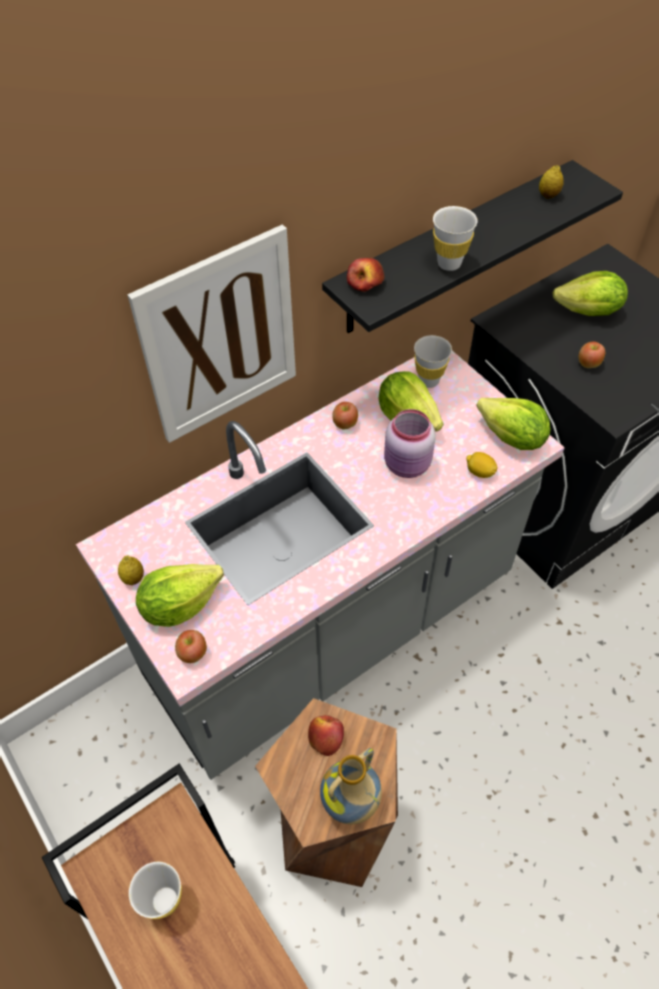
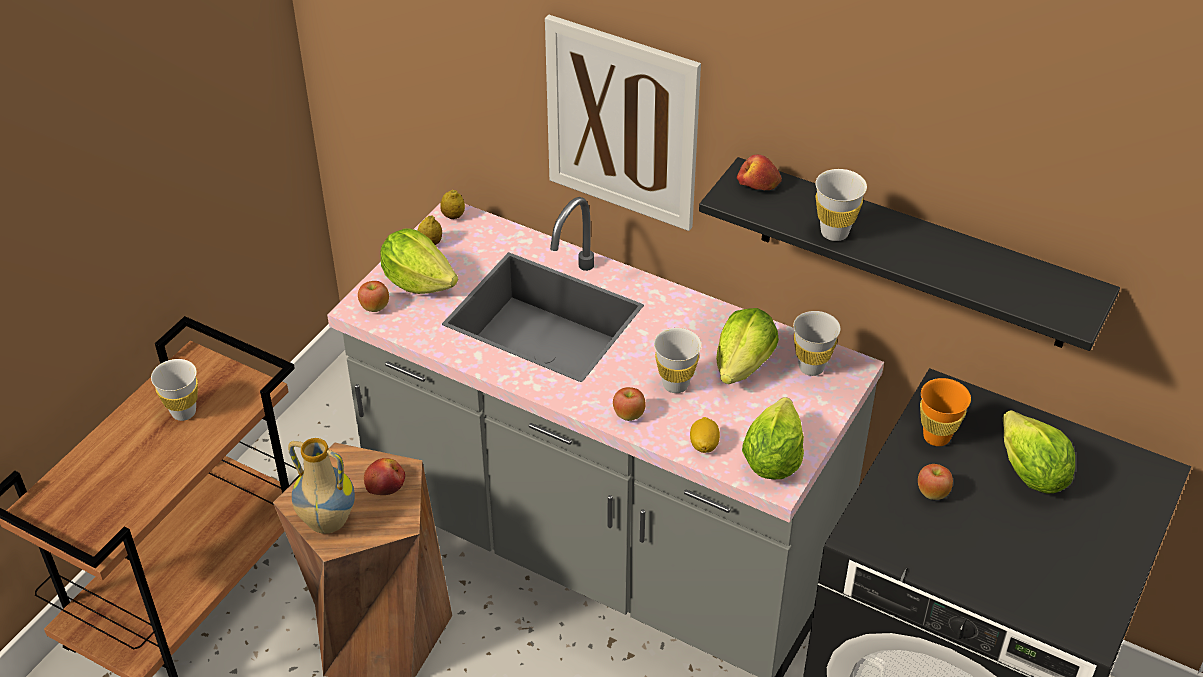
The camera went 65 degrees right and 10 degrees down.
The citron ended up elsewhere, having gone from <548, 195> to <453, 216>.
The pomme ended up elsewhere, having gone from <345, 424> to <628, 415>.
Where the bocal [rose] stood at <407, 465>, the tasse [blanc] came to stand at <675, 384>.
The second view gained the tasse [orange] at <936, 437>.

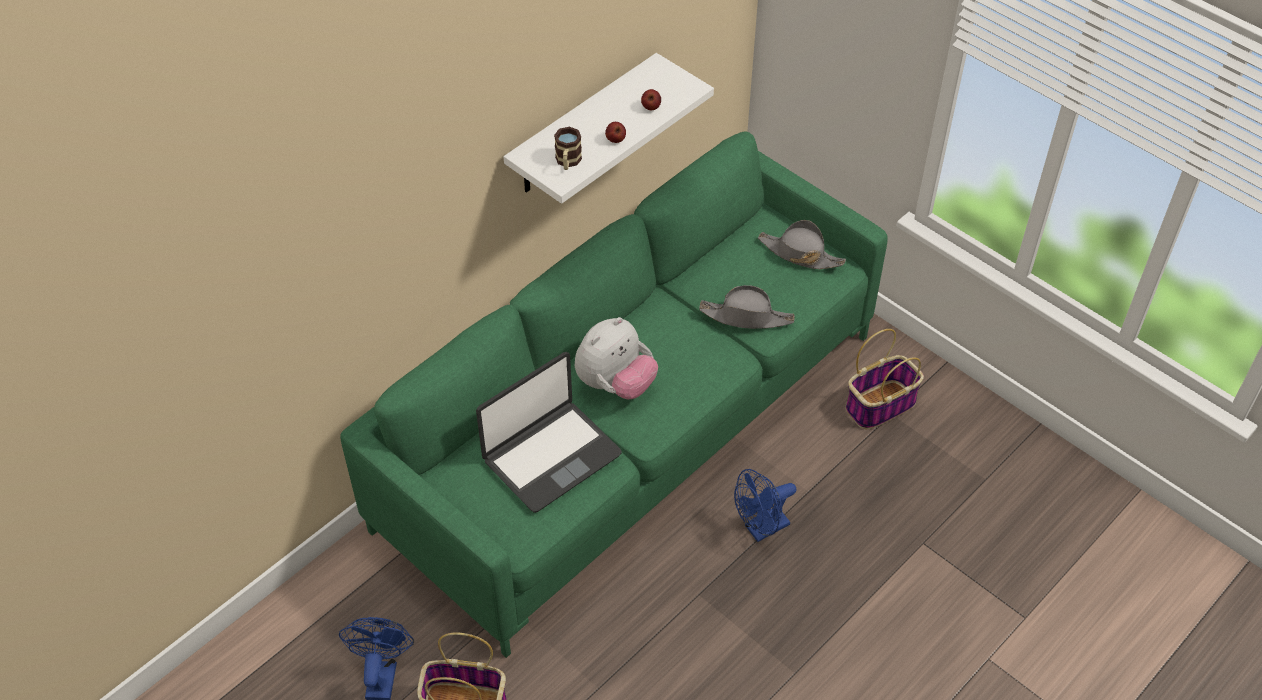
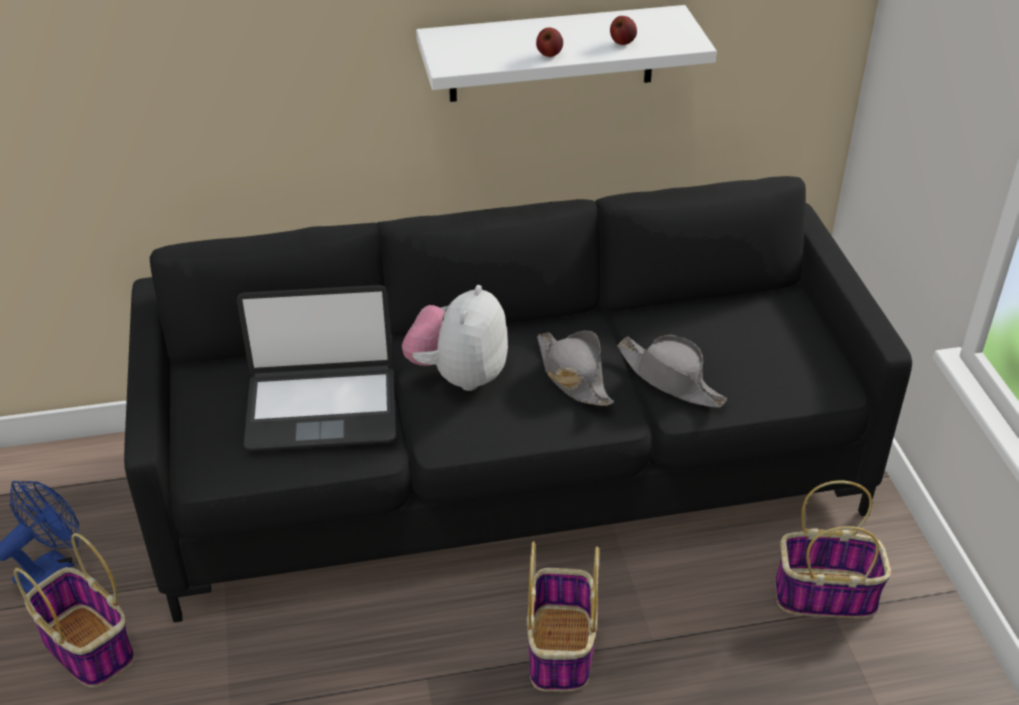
The camera went 35 degrees right and 10 degrees down.
What was the canapé [vert] at <630, 430> turned into the canapé [noir] at <509, 475>.
The peluche at <615, 384> ended up facing another way, 120 degrees clockwise from before.
Where the ventilateur [bleu] stood at <761, 529>, the panier came to stand at <561, 650>.
The chapeau [gris] ended up elsewhere, having gone from <800, 254> to <572, 375>.
The second view lost the mug at <568, 162>.

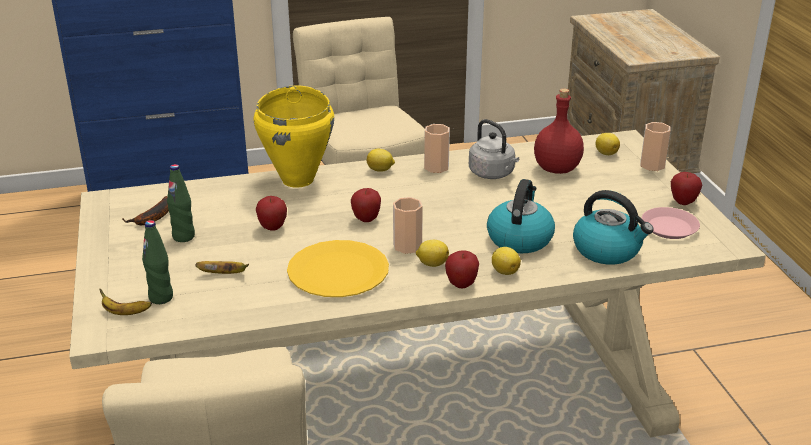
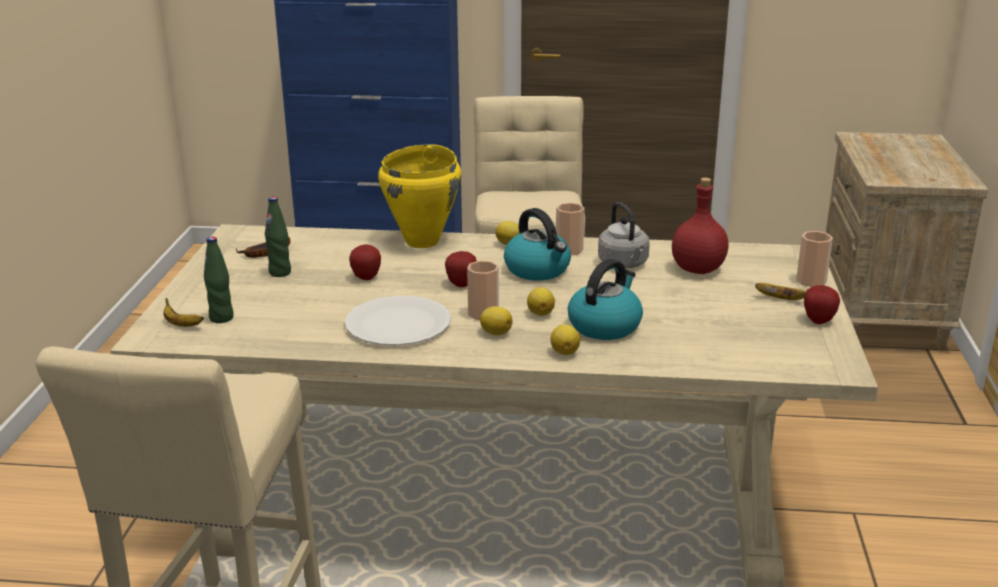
The camera went 20 degrees right and 5 degrees down.
What was the assiette [jaune] at <338, 271> turned into the assiette [blanc] at <398, 324>.
The bouilloire ended up elsewhere, having gone from <608, 250> to <538, 270>.
The citron ended up elsewhere, having gone from <606, 153> to <540, 313>.
The banane ended up elsewhere, having gone from <224, 274> to <781, 299>.
The second view lost the pomme at <461, 284>.
The second view lost the assiette [rose] at <669, 228>.

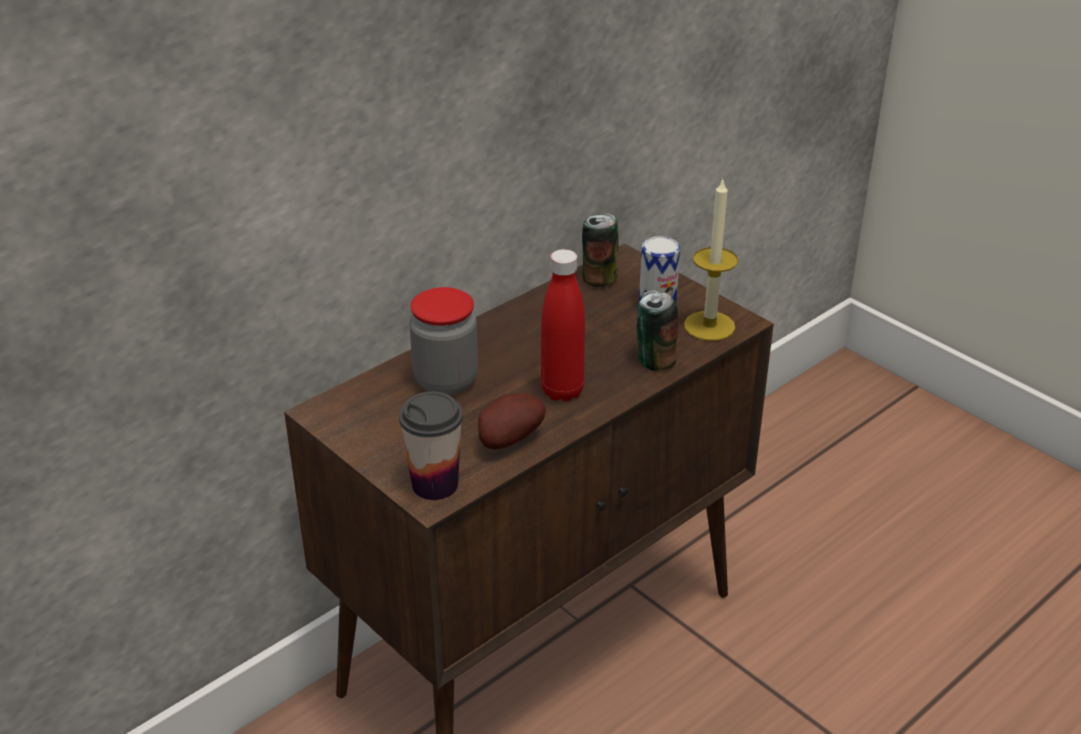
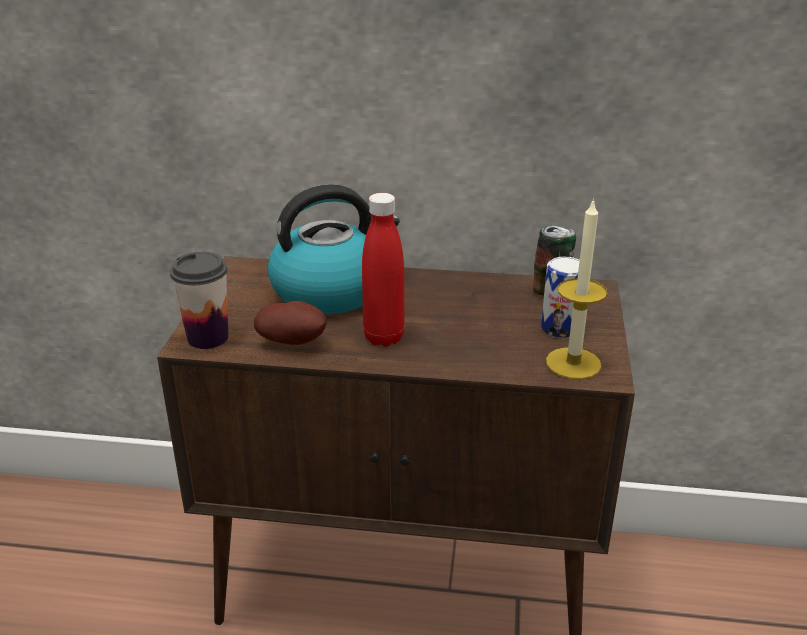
The camera went 50 degrees right and 5 degrees down.
Where the bocal stood at <446, 381>, the bouilloire came to stand at <331, 290>.
The second view lost the boîte métallique at <654, 360>.

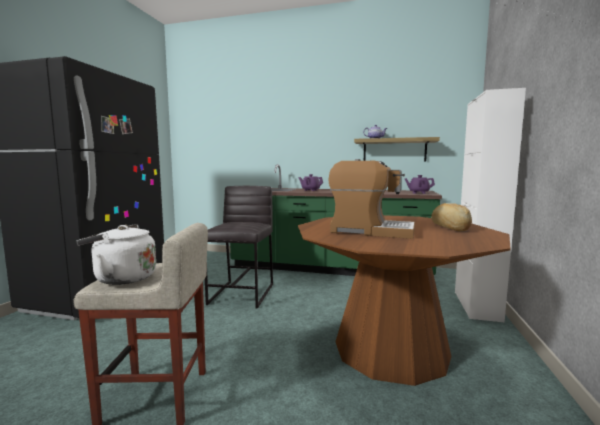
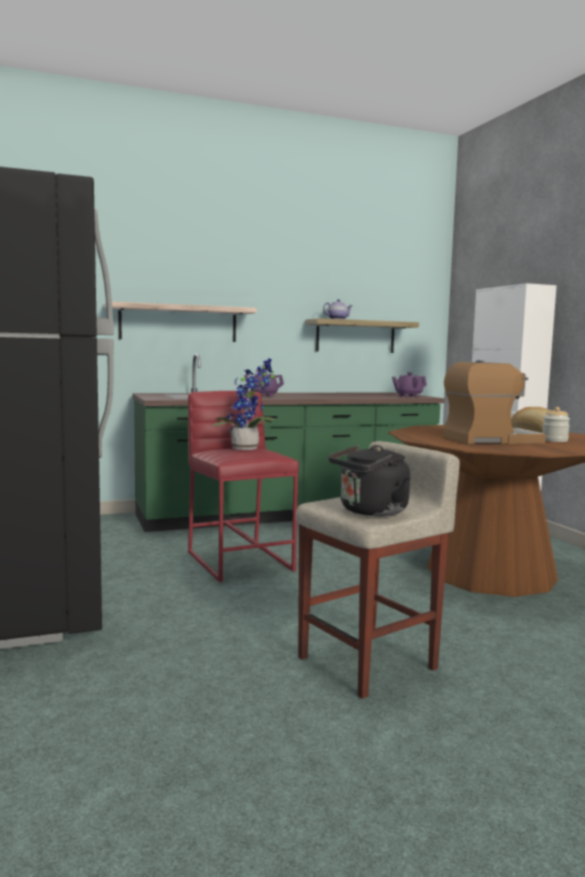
The camera went 35 degrees left and 0 degrees up.
The second view gained the étagère at <178, 323>.
What was the tabouret [gris] at <243, 293> turned into the tabouret [rouge] at <240, 561>.
The second view gained the plante en pot at <248, 449>.
What was the bouilloire [blanc] at <122, 278> turned into the bouilloire [noir] at <370, 512>.
The second view gained the bocal at <554, 440>.

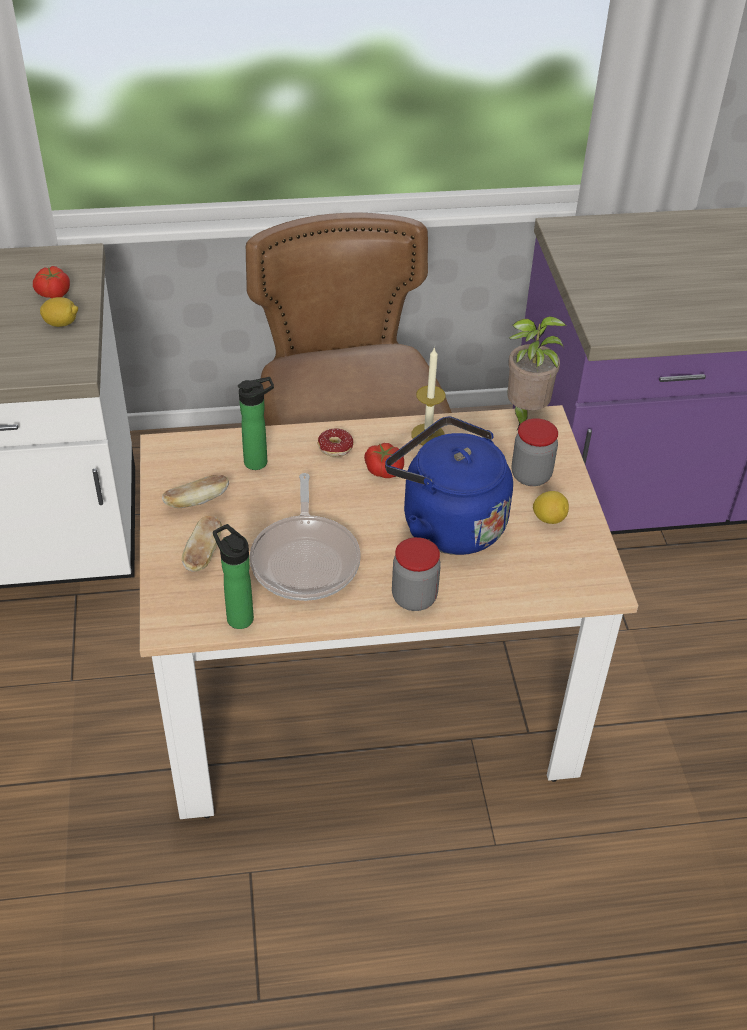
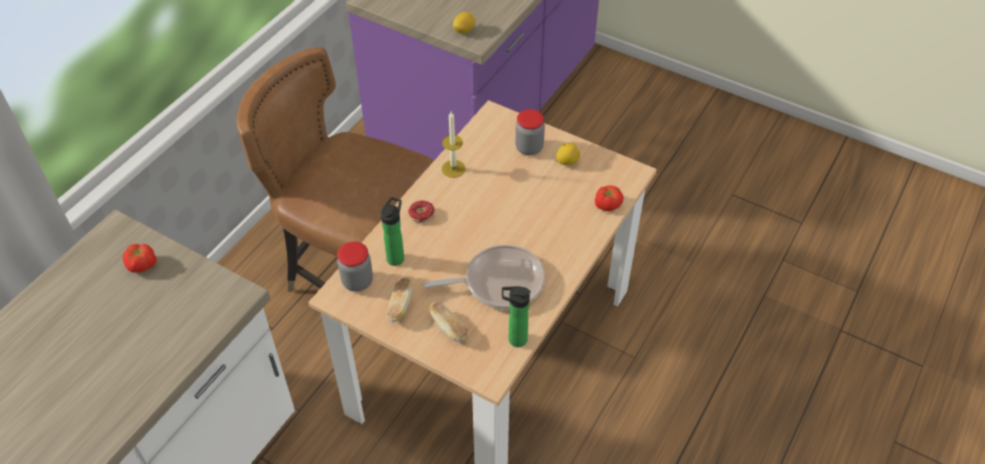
The camera went 50 degrees left and 5 degrees up.
The bocal ended up elsewhere, having gone from <414, 598> to <357, 281>.
The poêle at <306, 559> ended up facing another way, 45 degrees counterclockwise from before.
The citron ended up elsewhere, having gone from <61, 323> to <464, 30>.
The tomate ended up elsewhere, having gone from <384, 469> to <607, 204>.
The second view lost the bouilloire [bleu] at <447, 523>.
The second view lost the plante en pot at <525, 413>.

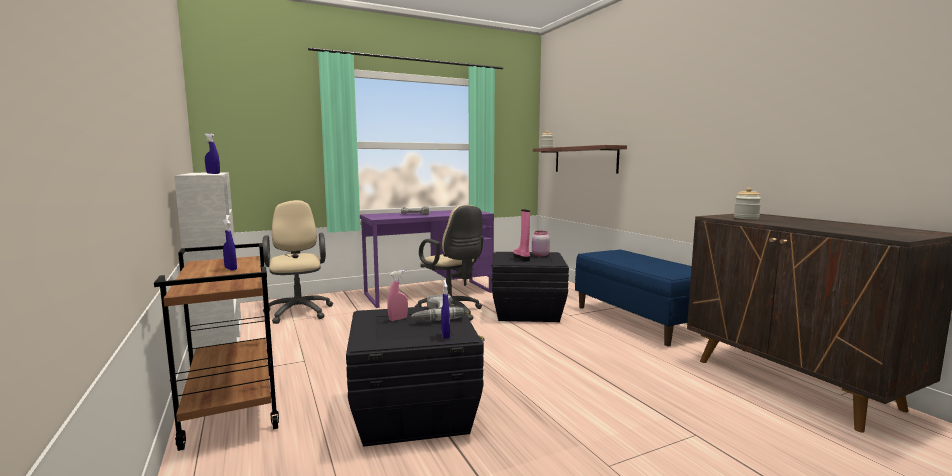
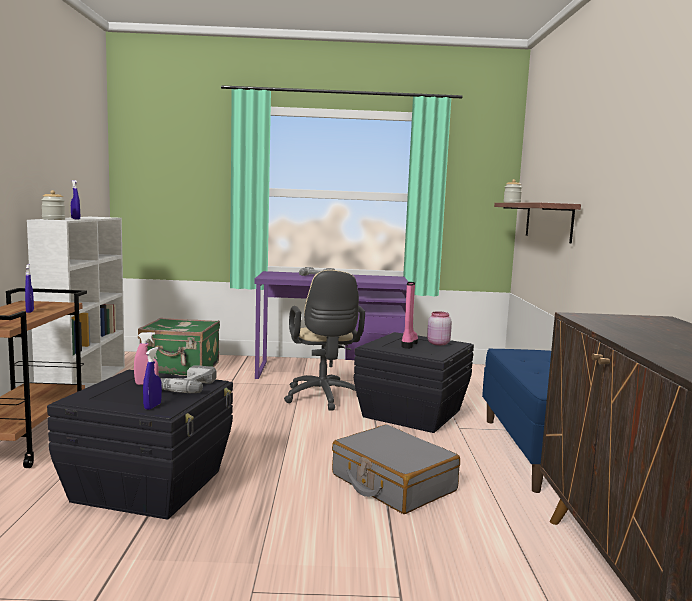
The camera went 25 degrees right and 0 degrees up.
The bocal ended up elsewhere, having gone from <746, 218> to <53, 219>.
Where the chaise de bureau [beige] stood at <299, 311>, the valise [vert] came to stand at <181, 369>.
The second view gained the valise [gris] at <392, 483>.

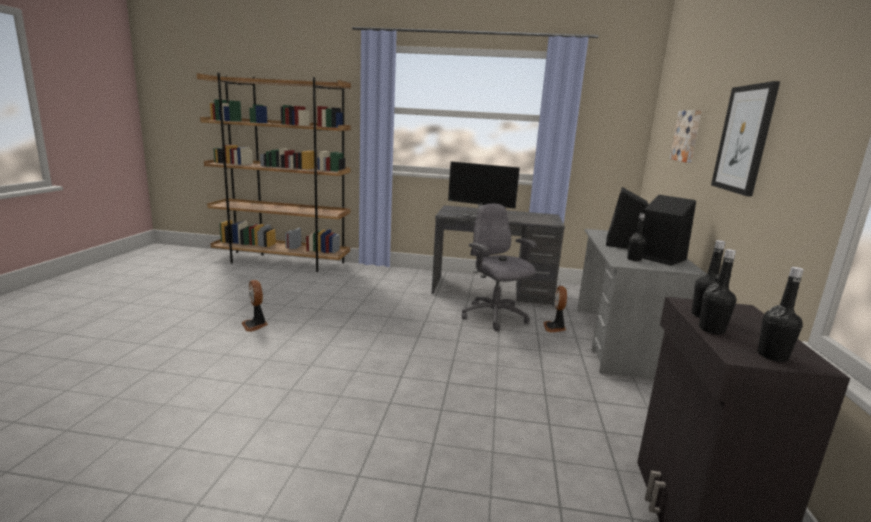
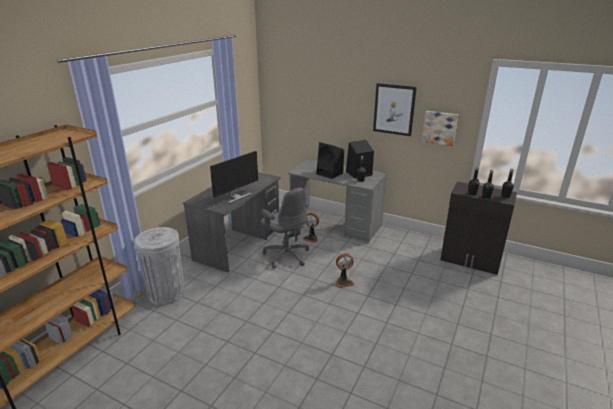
The camera went 70 degrees left and 10 degrees up.
The second view gained the poubelle [gris] at <166, 293>.
The chaise de bureau [gris] at <494, 317> ended up facing another way, 120 degrees counterclockwise from before.
The ventilateur ended up elsewhere, having gone from <255, 325> to <343, 282>.
The tableau ended up elsewhere, having gone from <687, 136> to <439, 127>.

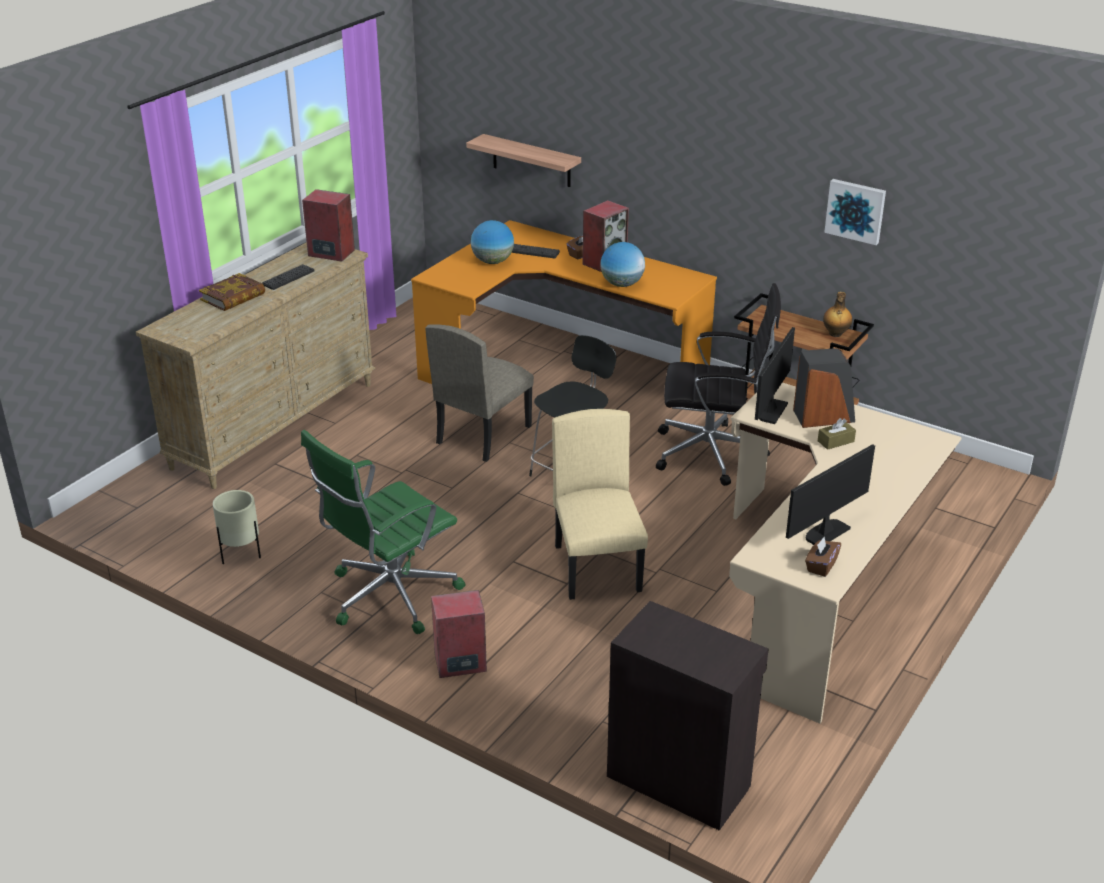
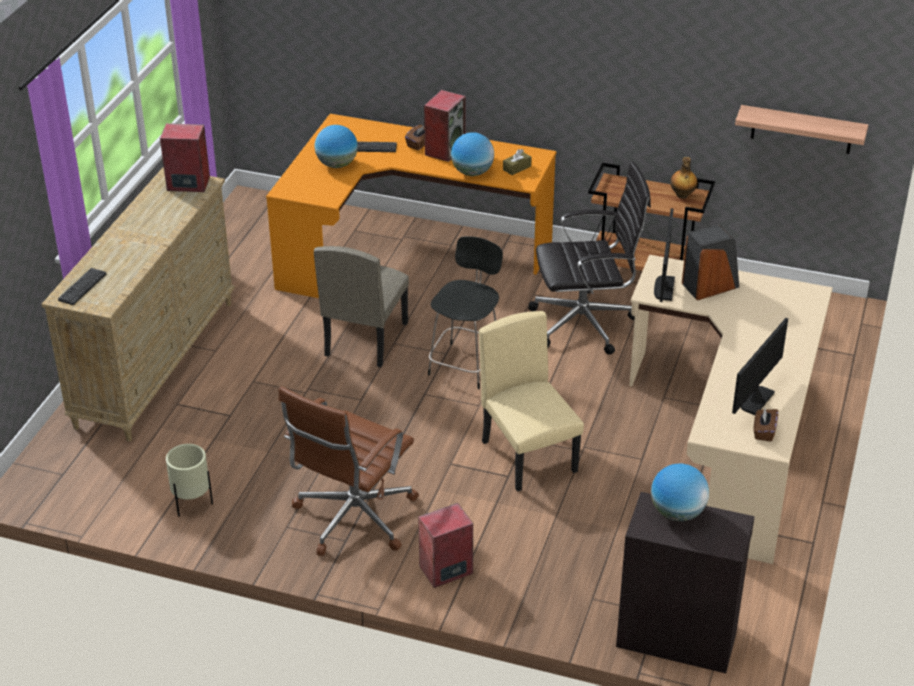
The camera went 15 degrees left and 5 degrees up.
The clavier ended up elsewhere, having gone from <288, 278> to <82, 287>.
What was the chaise de bureau [vert] at <389, 596> turned into the chaise de bureau [marron] at <352, 518>.
The boîte à mouchoirs [marron] ended up elsewhere, having gone from <835, 441> to <517, 168>.
The second view gained the globe at <677, 513>.
The étagère ended up elsewhere, having gone from <531, 161> to <802, 130>.
The second view lost the livre at <233, 297>.
The second view lost the tableau at <856, 210>.

